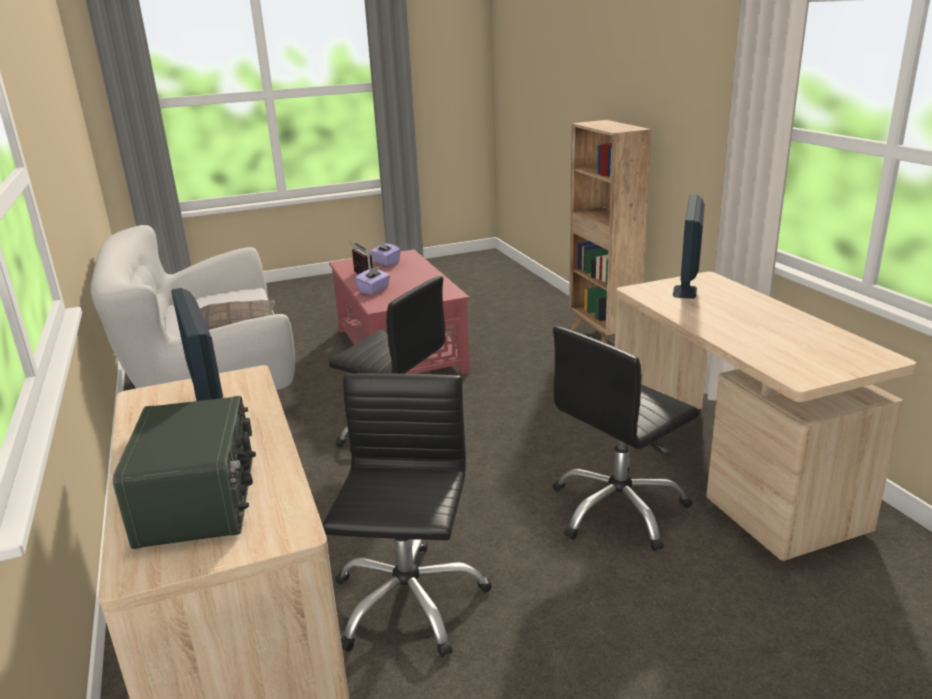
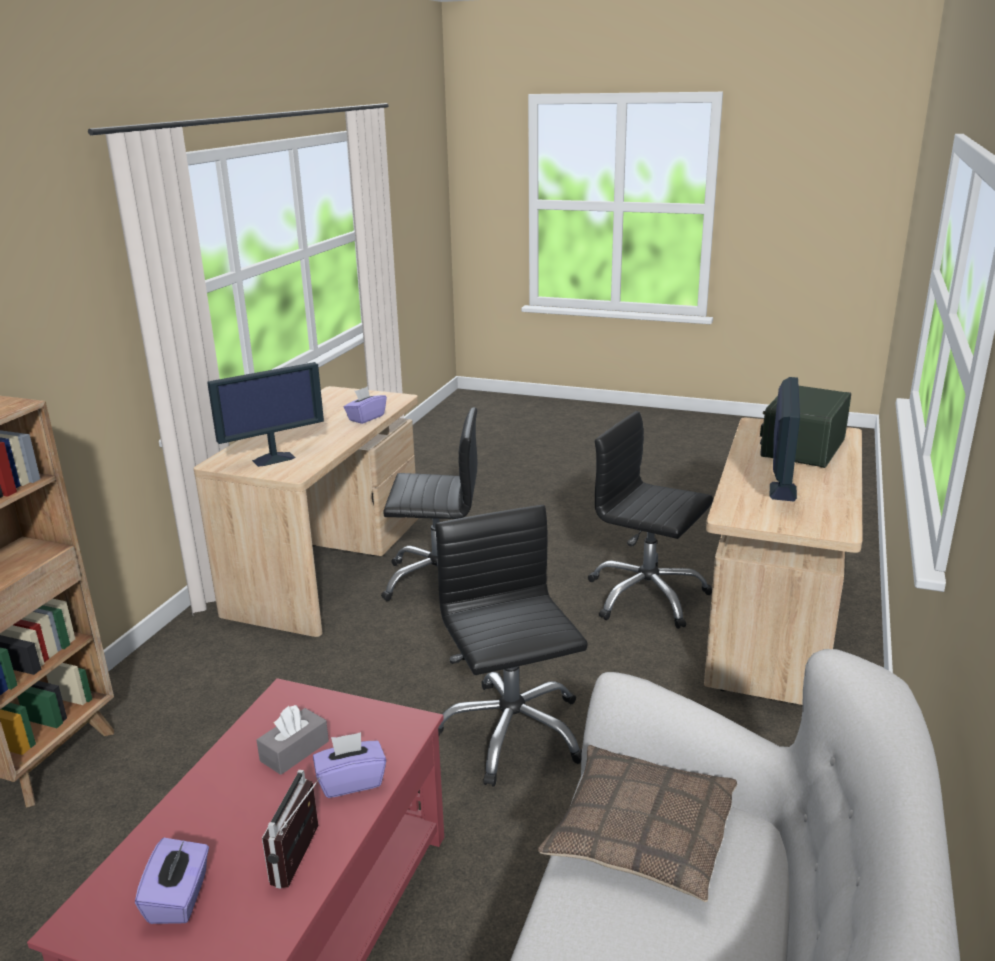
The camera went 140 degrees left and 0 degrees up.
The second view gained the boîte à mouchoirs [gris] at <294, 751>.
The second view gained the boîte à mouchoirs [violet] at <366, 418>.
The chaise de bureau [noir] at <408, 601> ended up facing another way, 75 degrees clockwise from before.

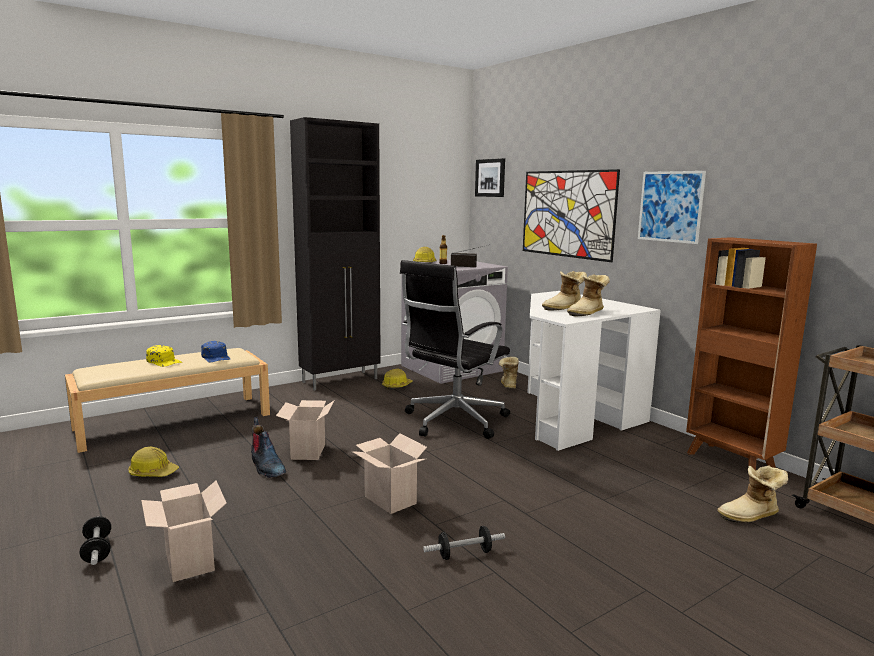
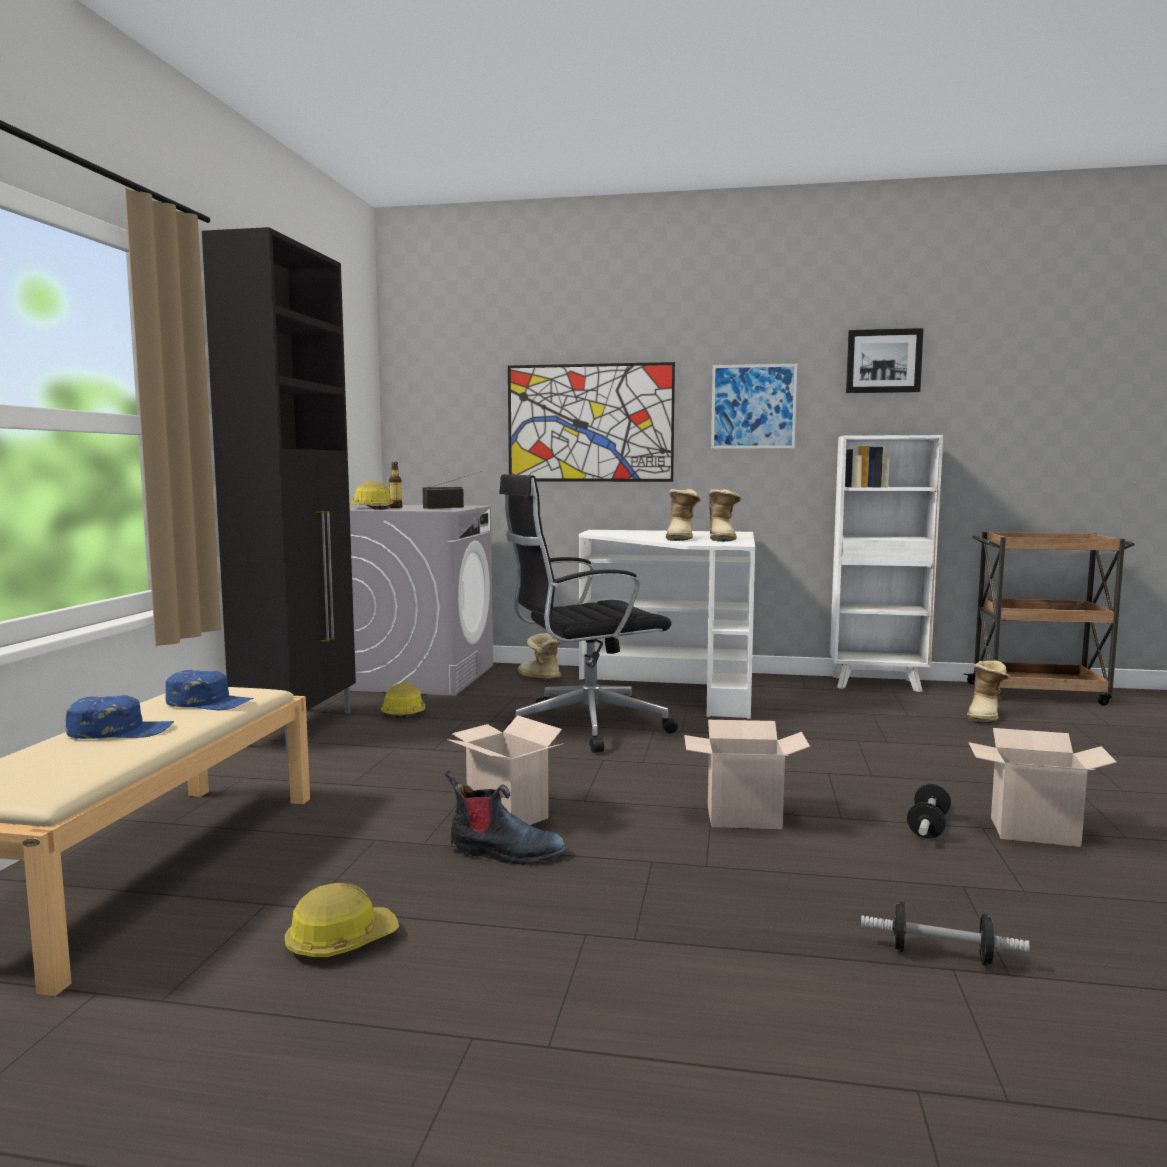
The camera went 45 degrees left and 5 degrees down.
What was the casquette [jaune] at <164, 361> turned into the casquette [bleu] at <121, 730>.
The chaise de bureau [noir] at <453, 421> ended up facing another way, 75 degrees clockwise from before.
What was the bibliothèque [marron] at <731, 461> turned into the bibliothèque [blanc] at <878, 684>.
The tableau ended up elsewhere, having gone from <490, 178> to <883, 361>.
The haltère ended up elsewhere, having gone from <97, 550> to <941, 955>.
The carton ended up elsewhere, having gone from <187, 561> to <1032, 833>.

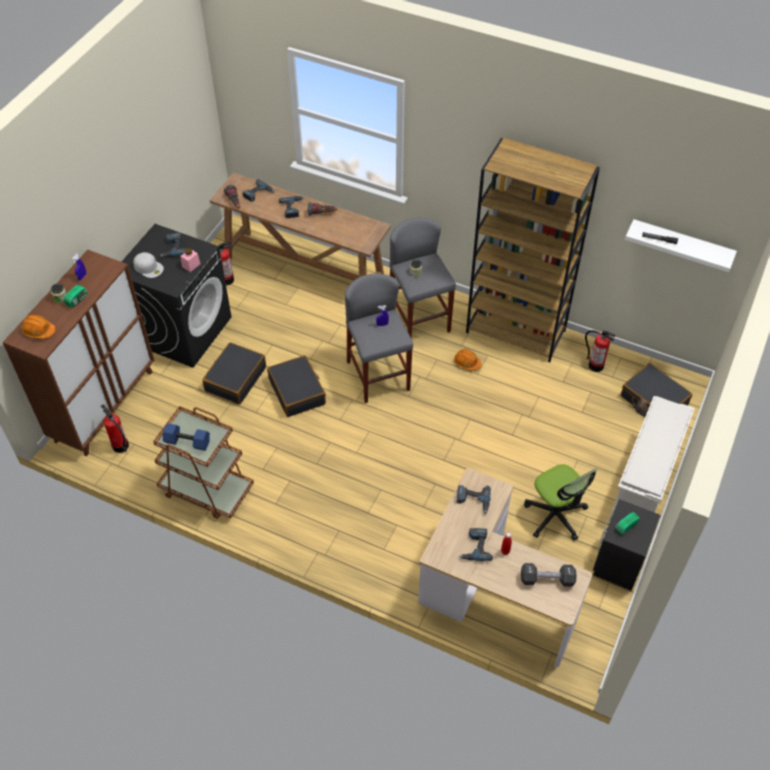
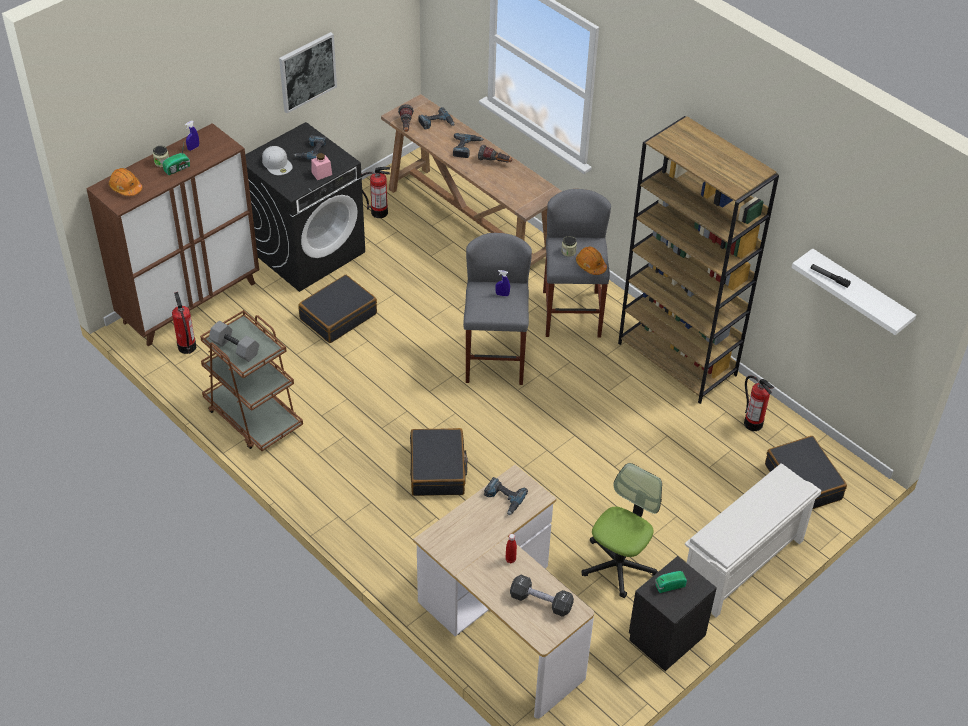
The camera went 20 degrees right and 5 degrees down.
What was the haltère [bleu] at <187, 442> turned into the haltère [gris] at <234, 348>.
The second view gained the tableau at <307, 71>.
The valise [noir] ended up elsewhere, having gone from <297, 391> to <438, 469>.
The casque de chantier [orange] ended up elsewhere, having gone from <467, 363> to <590, 265>.
The chaise de bureau at <555, 515> ended up facing another way, 135 degrees counterclockwise from before.
The second view lost the perceuse at <475, 547>.

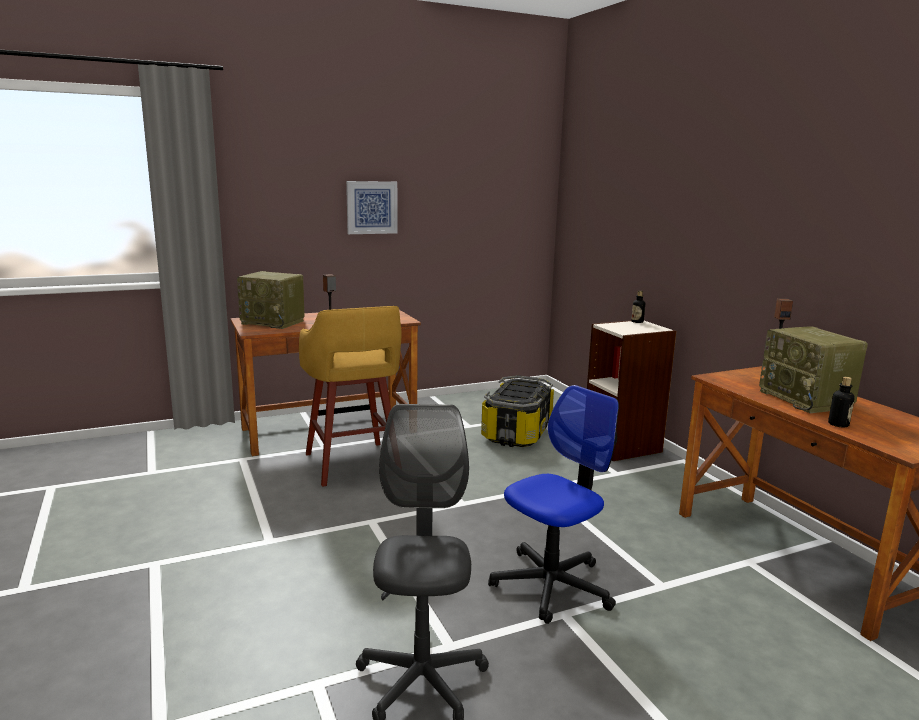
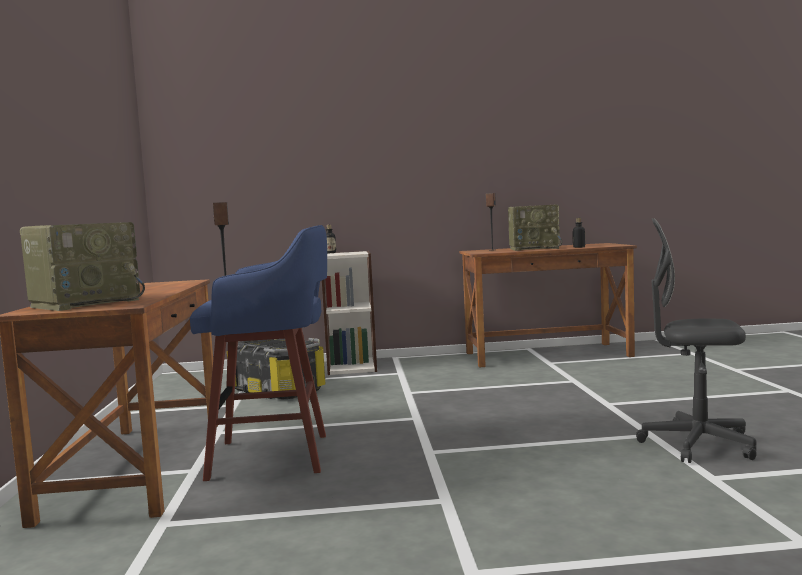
The camera went 70 degrees left and 10 degrees down.
What was the tabouret [jaune] at <353, 465> turned into the tabouret [bleu] at <275, 456>.
The second view lost the tableau at <371, 207>.
The second view lost the chaise de bureau at <551, 585>.

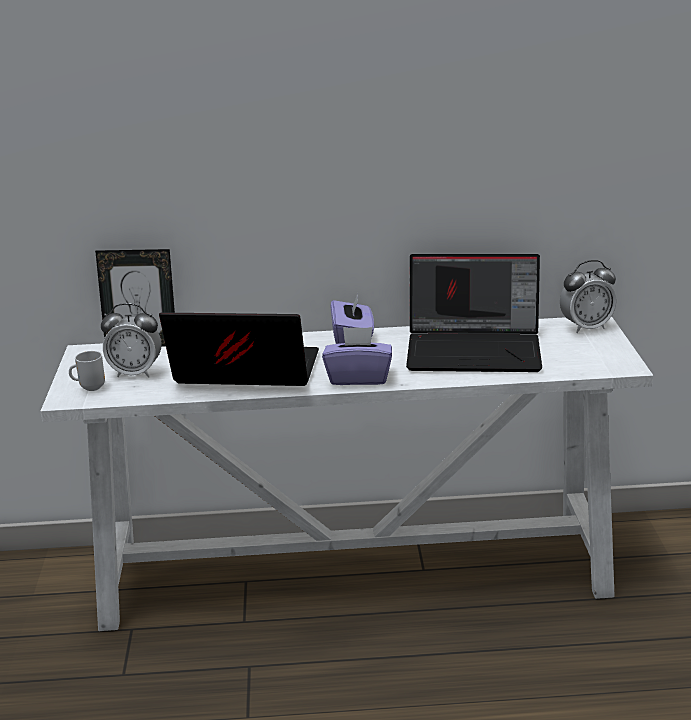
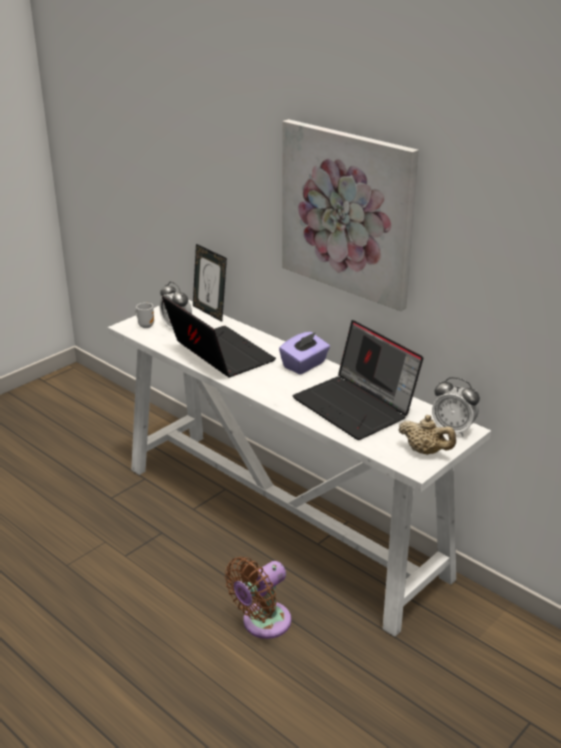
The camera went 45 degrees right and 5 degrees up.
The second view gained the ventilateur [marron] at <262, 623>.
The second view gained the tableau at <348, 212>.
The second view gained the théière [beige] at <425, 451>.
The second view lost the boîte à mouchoirs [violet] at <358, 378>.

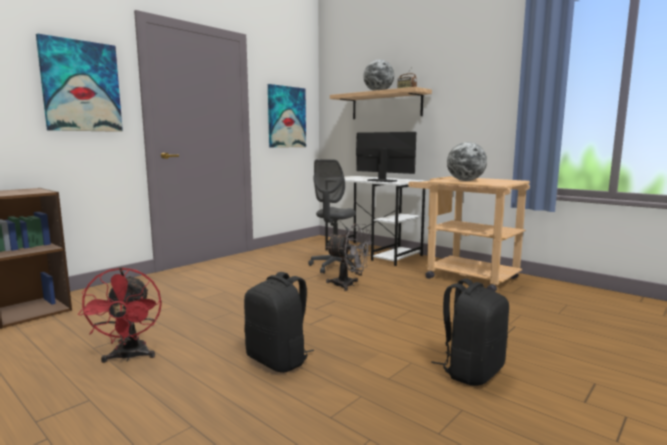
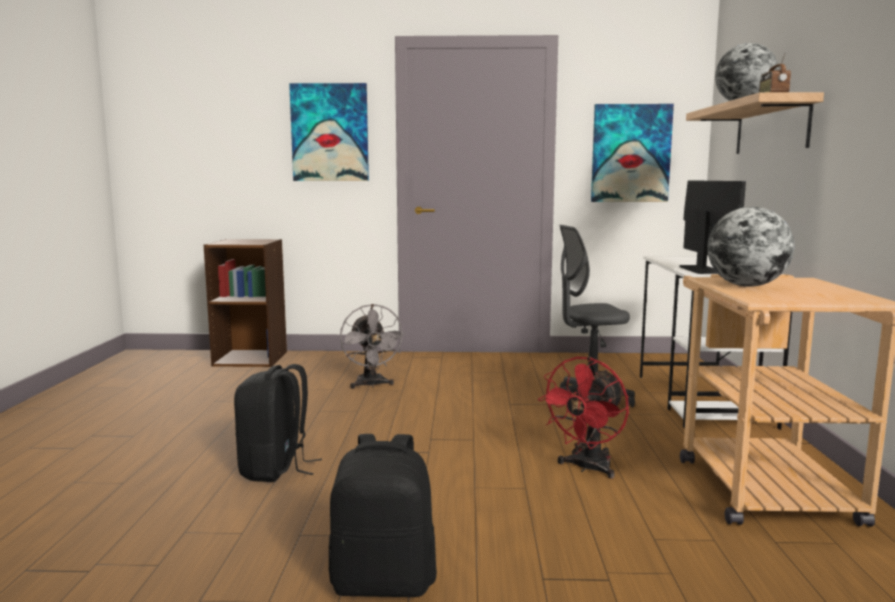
The camera went 50 degrees right and 0 degrees up.
The ventilateur [gris] ended up elsewhere, having gone from <349, 285> to <371, 385>.
The ventilateur [rouge] ended up elsewhere, having gone from <129, 357> to <587, 468>.

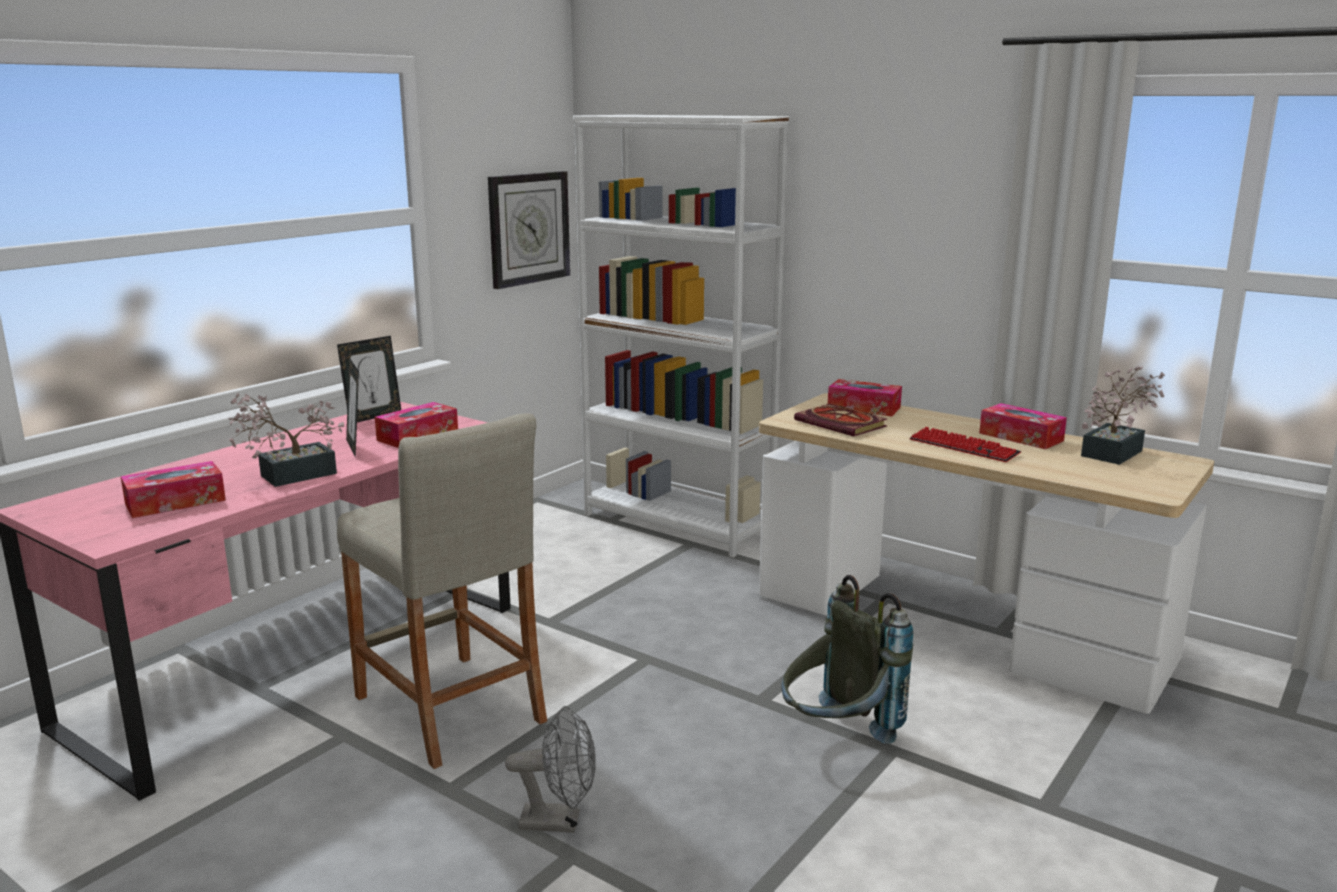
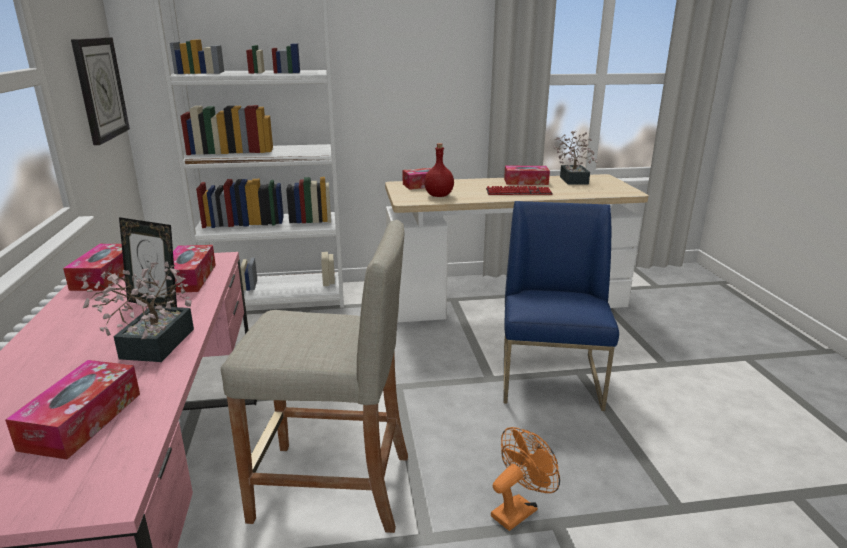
The camera went 45 degrees left and 5 degrees up.
Where the cadre photo stood at <373, 417>, the boîte à mouchoirs came to stand at <105, 276>.
Where the livre stood at <843, 424>, the bouteille [rouge] came to stand at <439, 195>.
What was the ventilateur [gris] at <560, 821> turned into the ventilateur [orange] at <518, 509>.
Where the sac à dos [gris] stood at <837, 737>, the chaise [bleu] came to stand at <551, 378>.

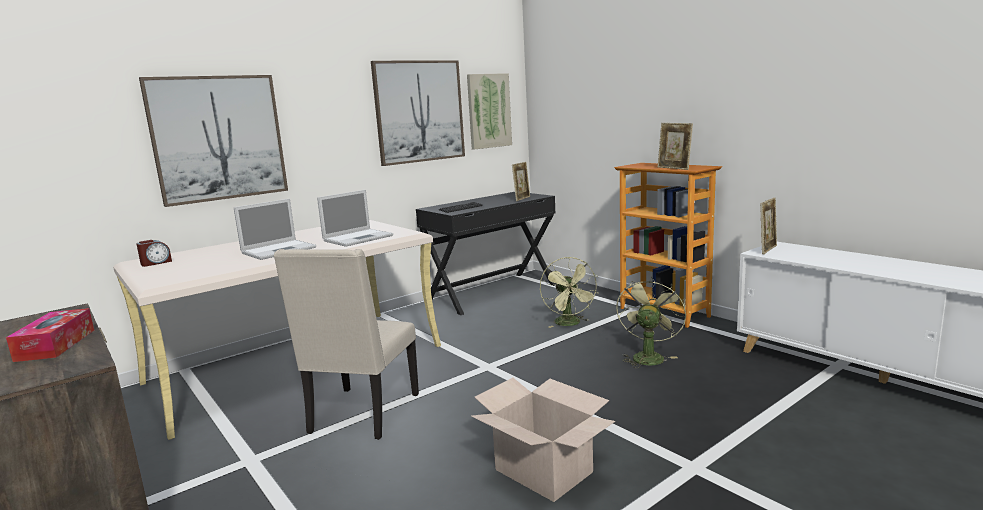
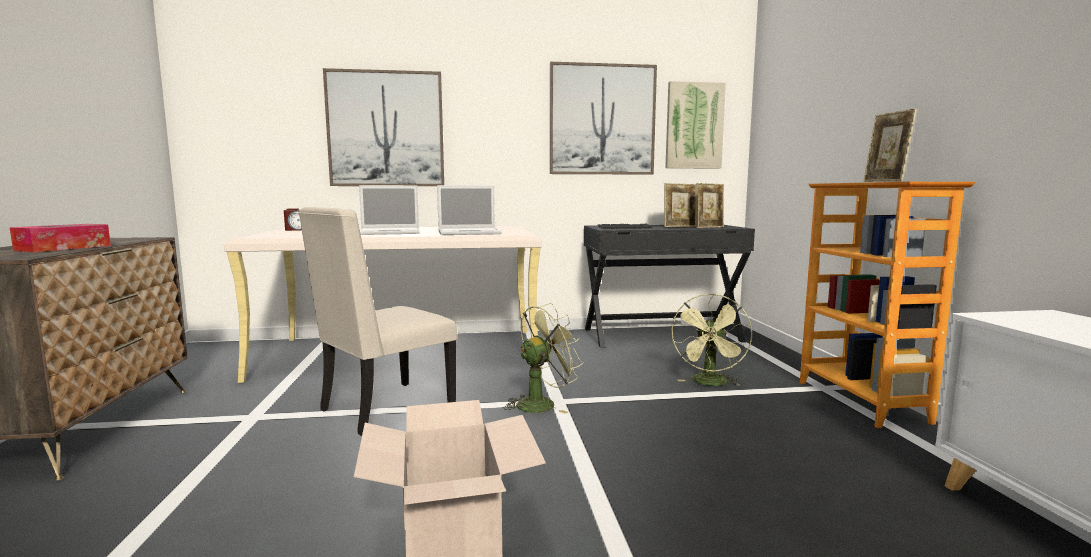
The camera went 30 degrees right and 5 degrees down.
The ventilateur [vert] ended up elsewhere, having gone from <648, 356> to <542, 403>.
The cadre photo ended up elsewhere, having gone from <767, 249> to <679, 227>.

